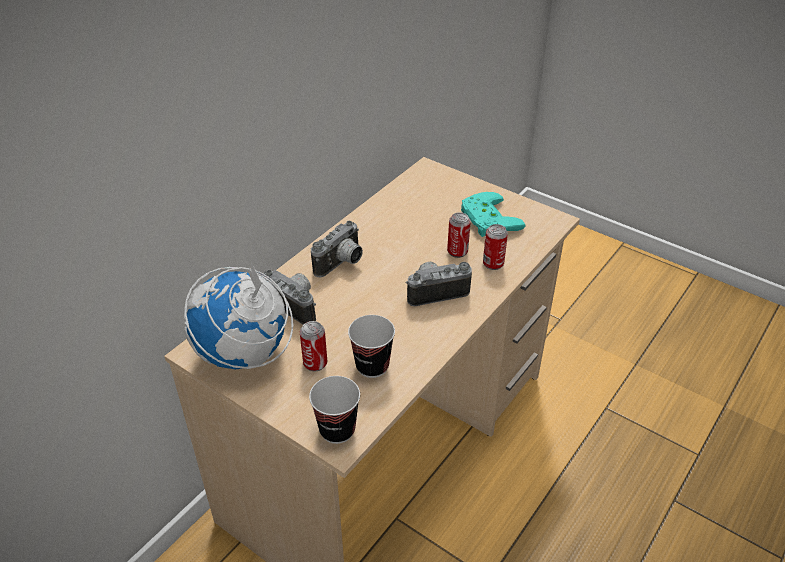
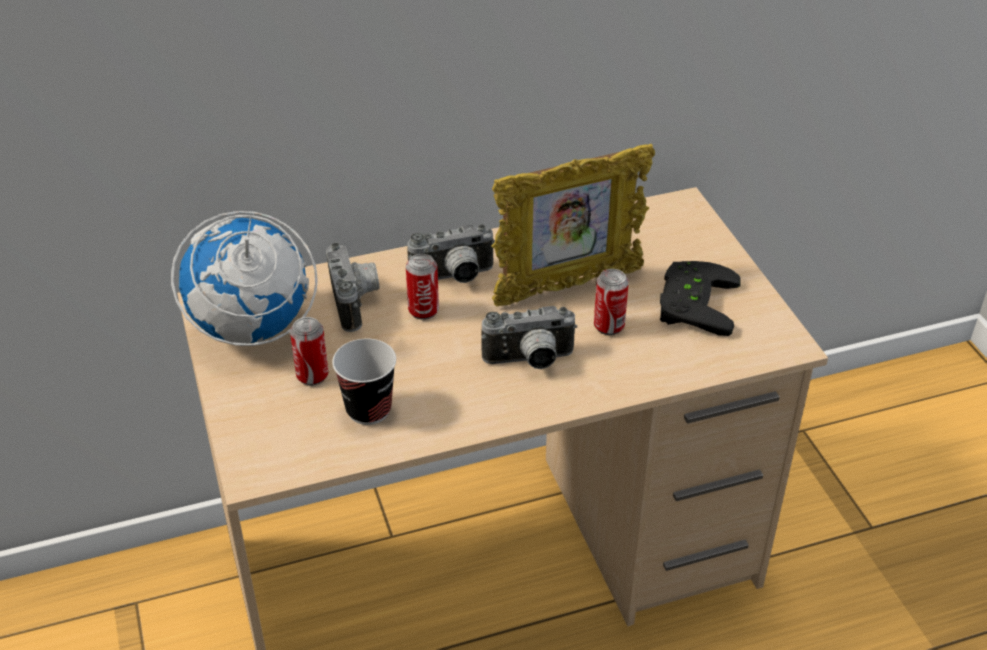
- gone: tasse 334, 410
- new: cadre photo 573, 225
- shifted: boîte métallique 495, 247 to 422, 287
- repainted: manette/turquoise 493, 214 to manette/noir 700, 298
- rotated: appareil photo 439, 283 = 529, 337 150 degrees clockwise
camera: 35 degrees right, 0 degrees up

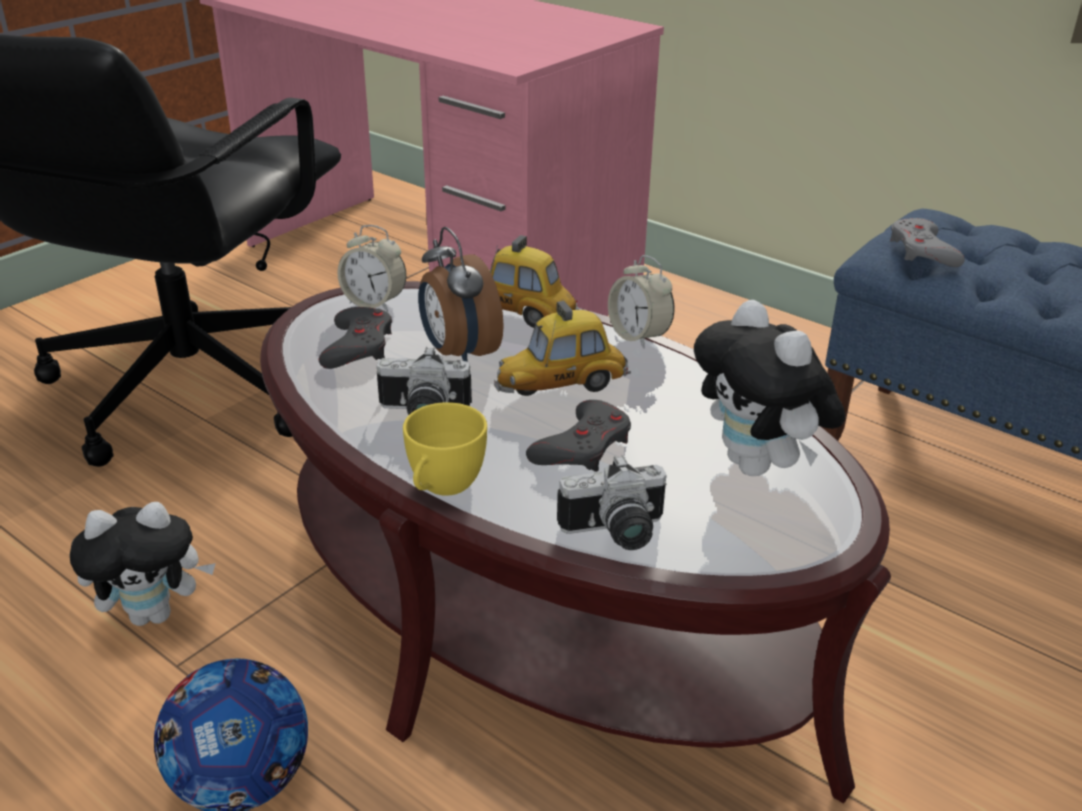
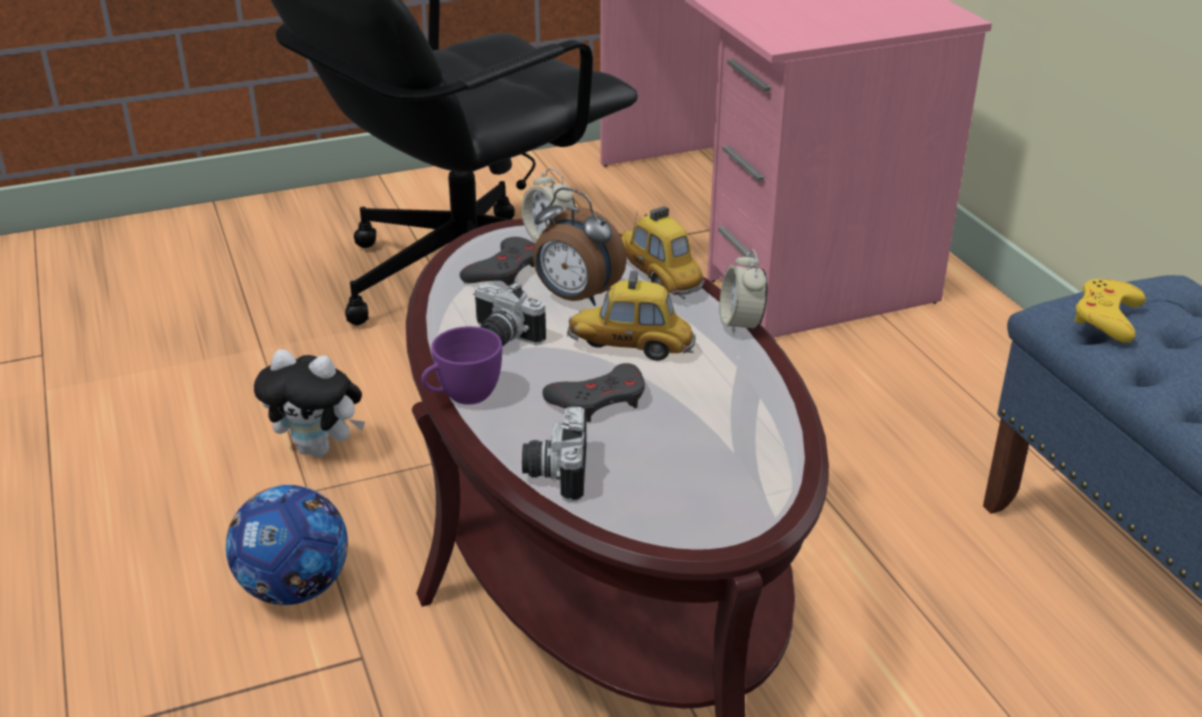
- gone: peluche 769, 388
- repainted: tasse/jaune 445, 449 to tasse/violet 461, 365
- repainted: manette/gris 927, 242 to manette/jaune 1110, 311
- rotated: réveil 461, 294 = 580, 246 60 degrees counterclockwise
- rotated: appareil photo 612, 502 = 554, 454 75 degrees clockwise
camera: 30 degrees right, 0 degrees up

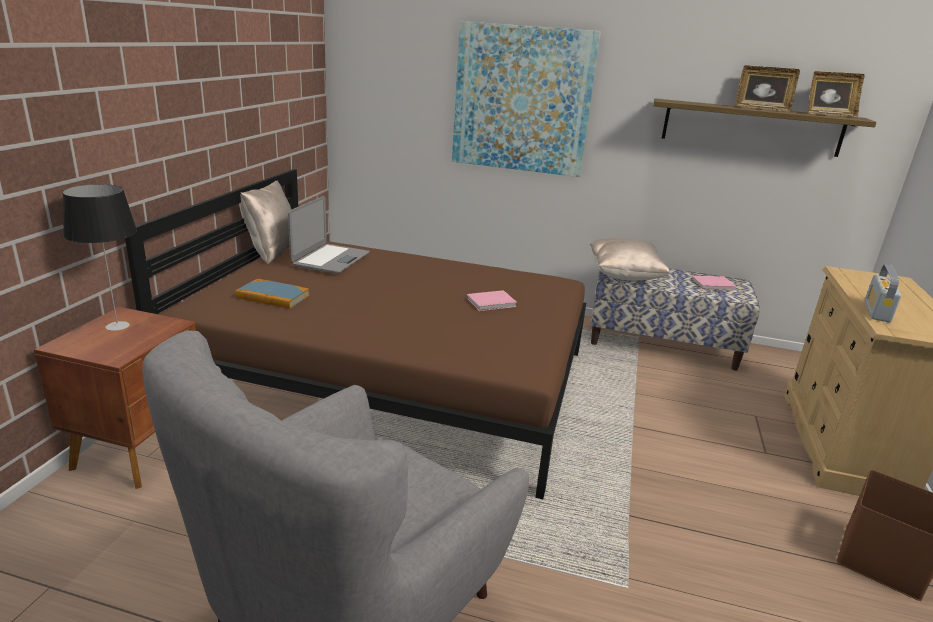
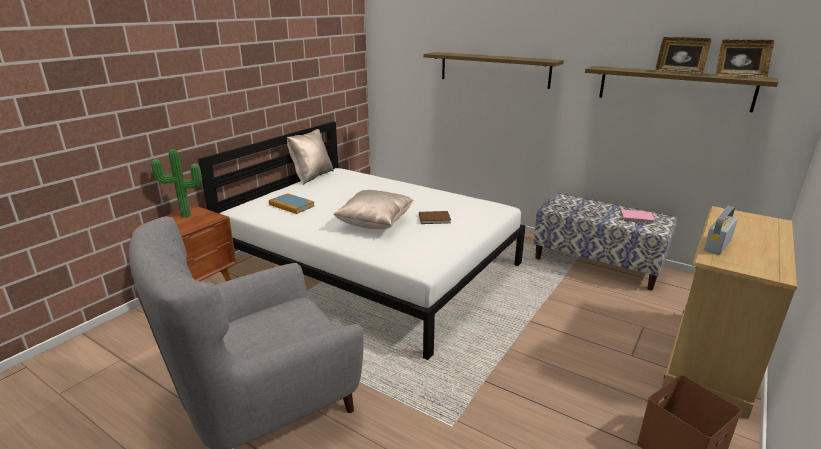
- gone: ordinateur portable 329, 234
- shifted: coussin/beige 630, 259 to 373, 209
- swapped: lampe de table 99, 257 to plante en pot 176, 183
- swapped: tableau 526, 99 to étagère 493, 70
- repainted: lit/marron 355, 334 to lit/blanc 361, 240
- repainted: livre/rose 492, 300 to livre/marron 435, 217
camera: 20 degrees right, 0 degrees up

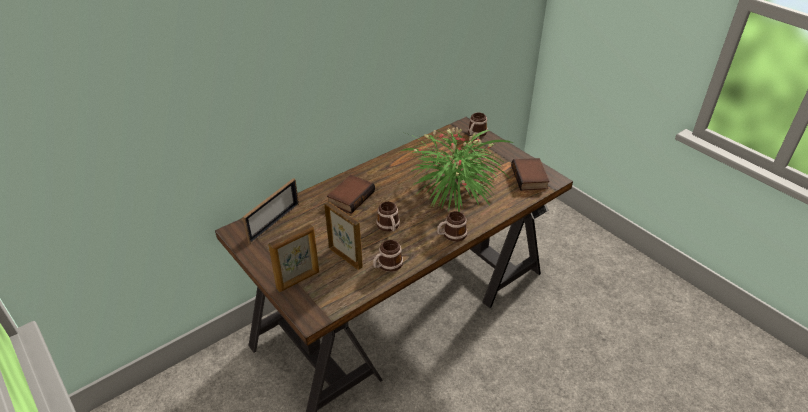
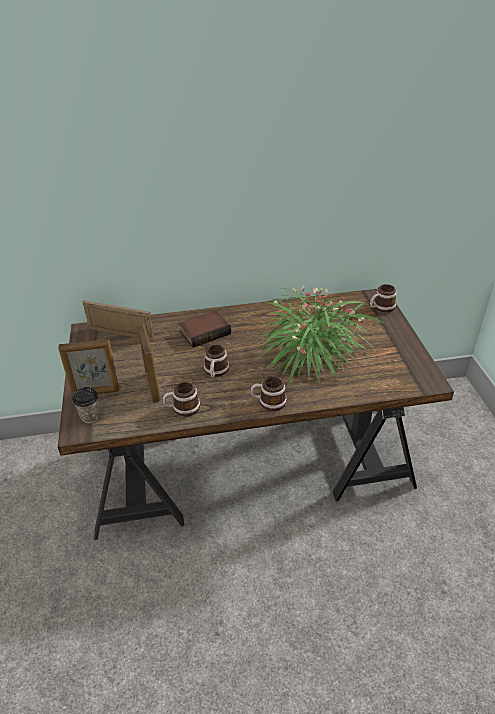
- gone: livre 530, 174
- new: tasse 86, 405
- rotated: cadre photo 271, 211 = 118, 321 135 degrees counterclockwise
camera: 30 degrees right, 0 degrees up

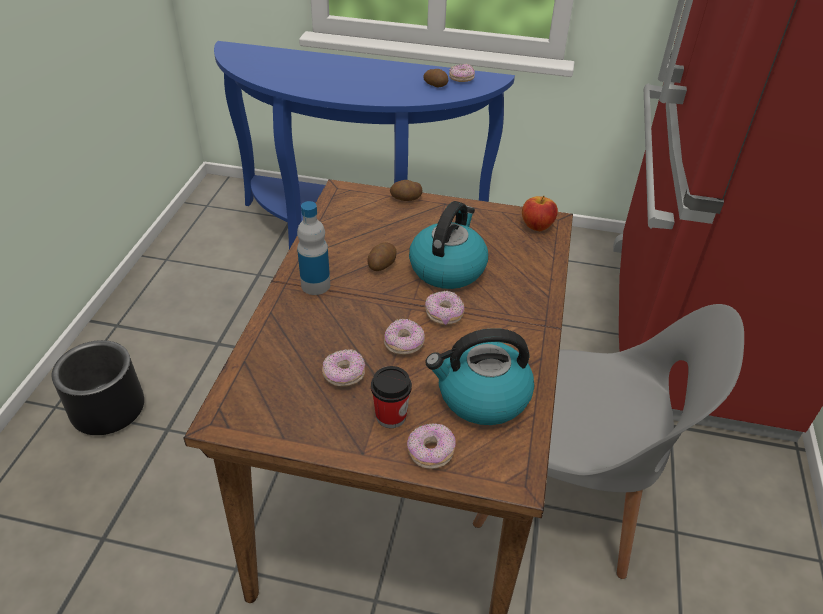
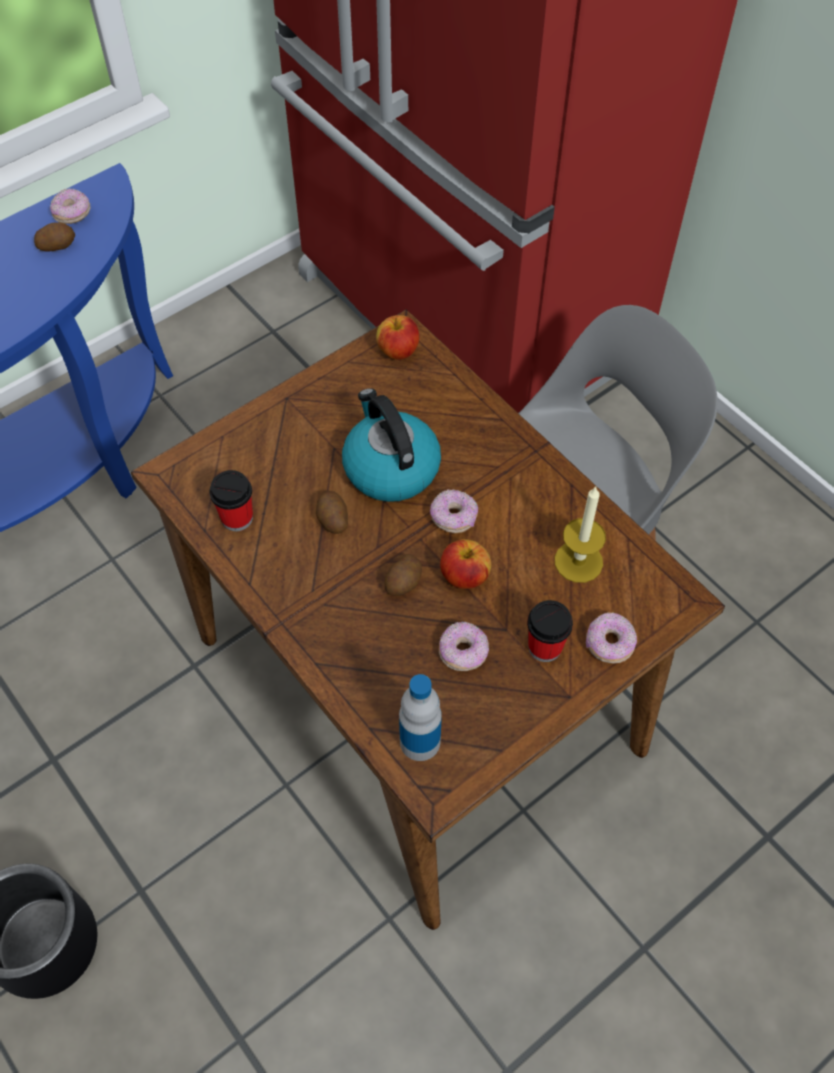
- new: tasse 231, 500
- shifted: bouteille 313, 248 to 420, 717
- shifted: pomme de terre 406, 190 to 403, 575
- swapped: beignet 404, 337 to pomme 465, 564
- swapped: bouilloire 479, 376 to bougie 580, 535
camera: 50 degrees left, 15 degrees up

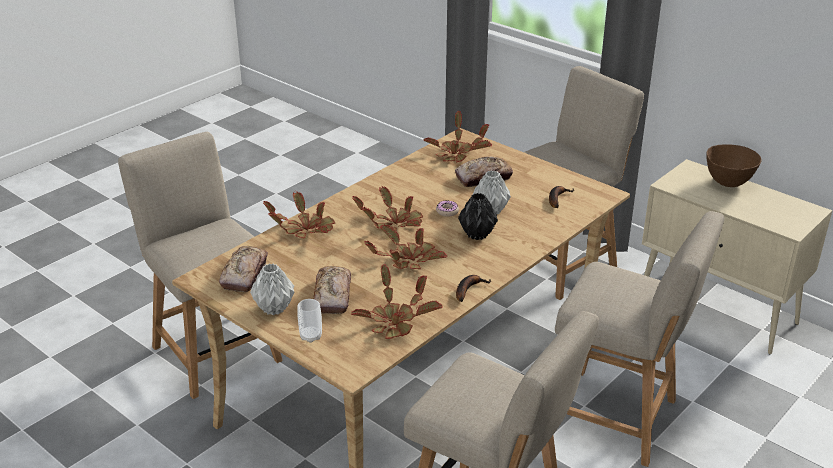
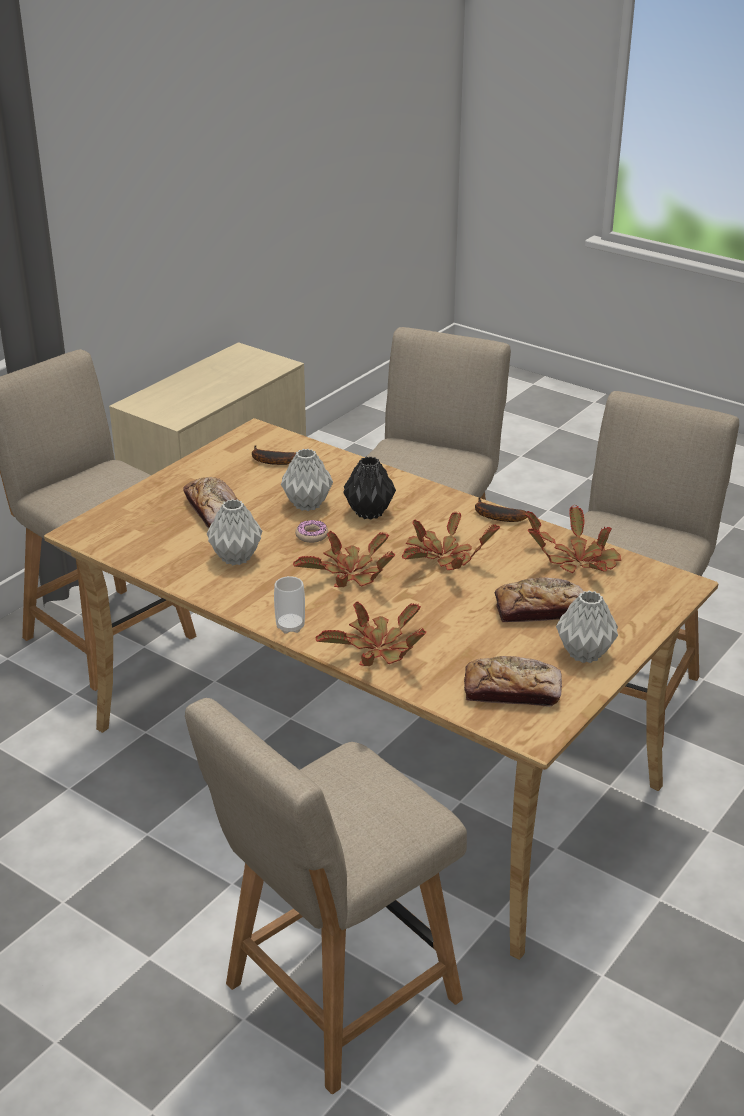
- gone: plante en pot 457, 136
- gone: bol/marron 734, 165
- new: vase/gris 234, 532
- shifted: tasse 309, 321 to 289, 605
camera: 95 degrees left, 0 degrees up

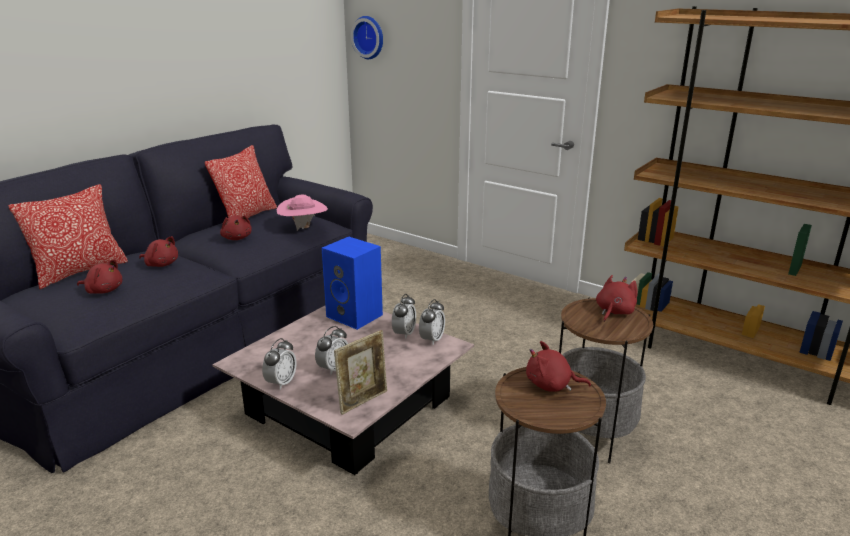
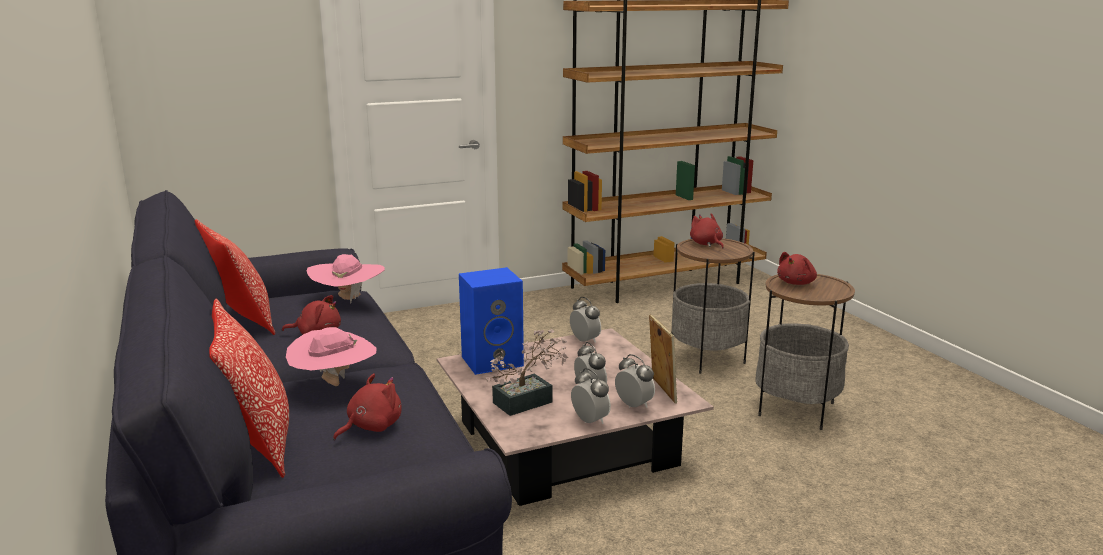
- gone: horloge murale 367, 37
- new: plante en pot 526, 372
- shifted: réveil 404, 316 to 635, 381
- swapped: peluche/rouge 158, 251 to chapeau/rose 331, 356
camera: 60 degrees left, 5 degrees down

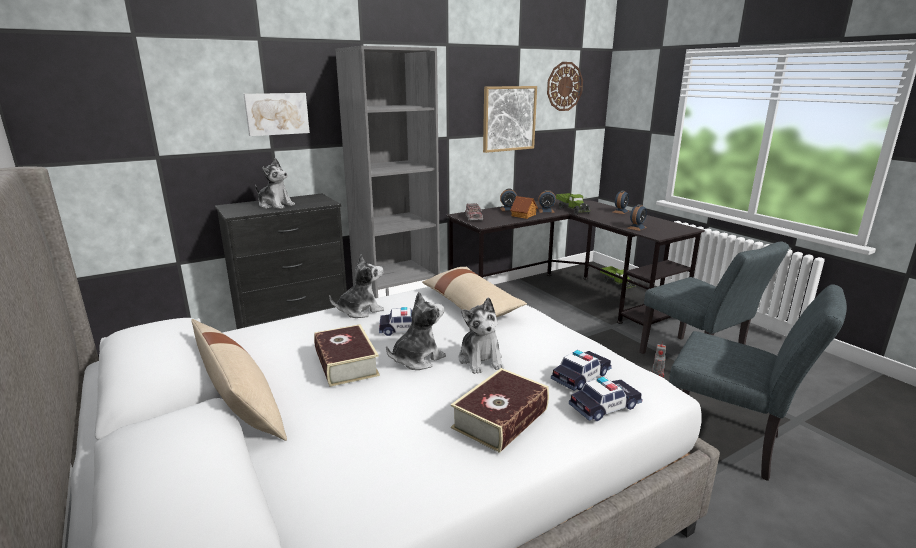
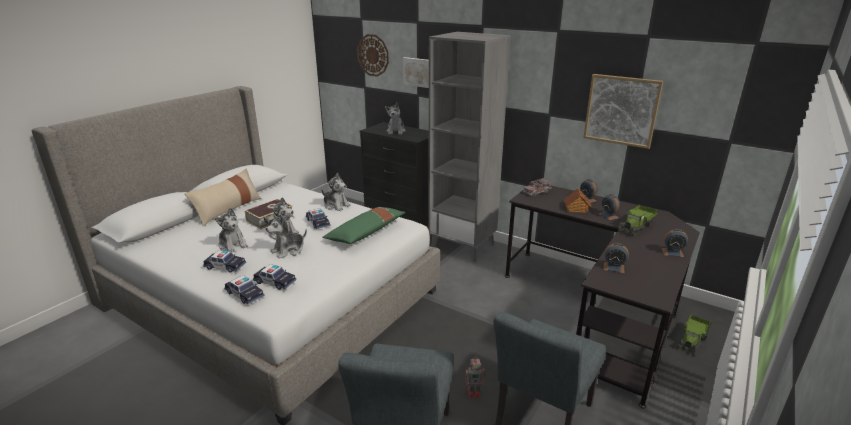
- new: peluche 231, 230
- shifted: horloge murale 565, 86 to 373, 55
- swapped: livre 500, 410 to petite voiture 224, 261
- repainted: coussin/beige 474, 291 to coussin/vert 364, 225
camera: 65 degrees right, 5 degrees up

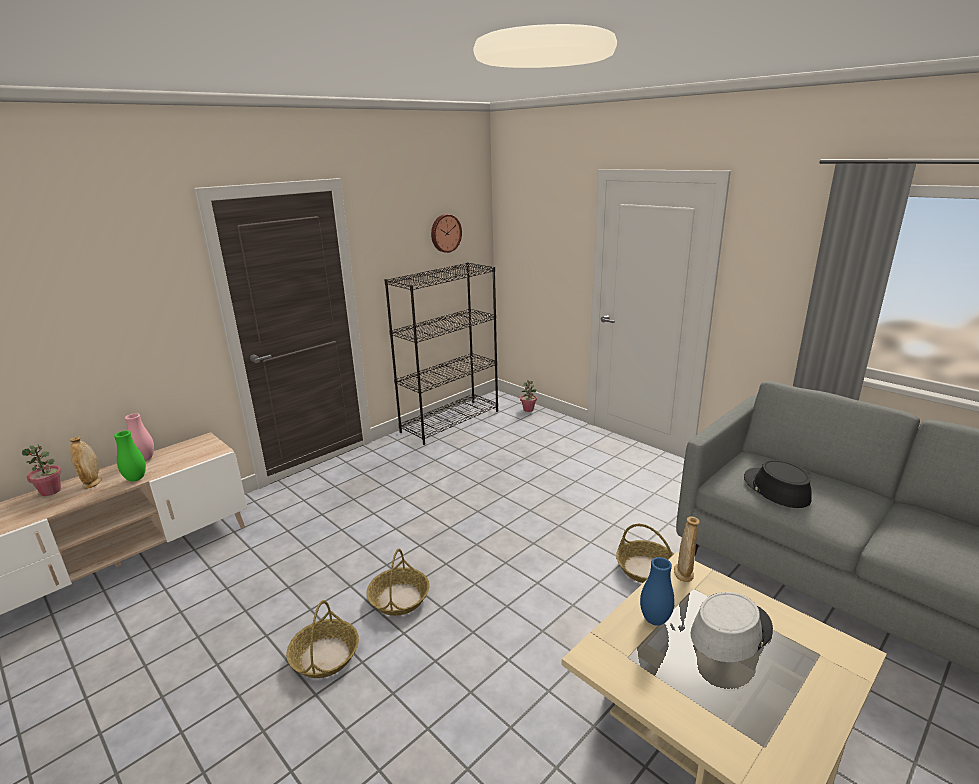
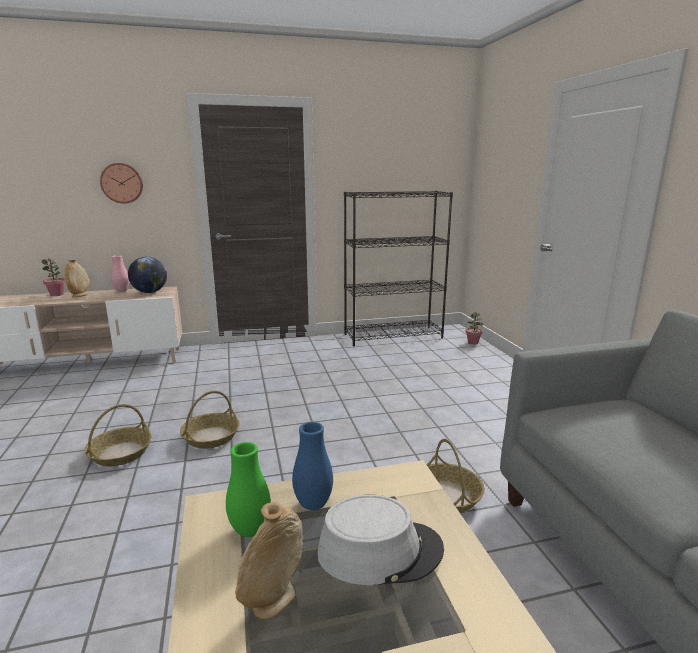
- gone: chapeau/noir 778, 484
- new: globe 147, 275
- shifted: vase/vert 130, 456 to 248, 489
- shifted: horloge murale 446, 233 to 121, 183
- shifted: vase/beige 687, 549 to 269, 560
camera: 30 degrees right, 5 degrees down

